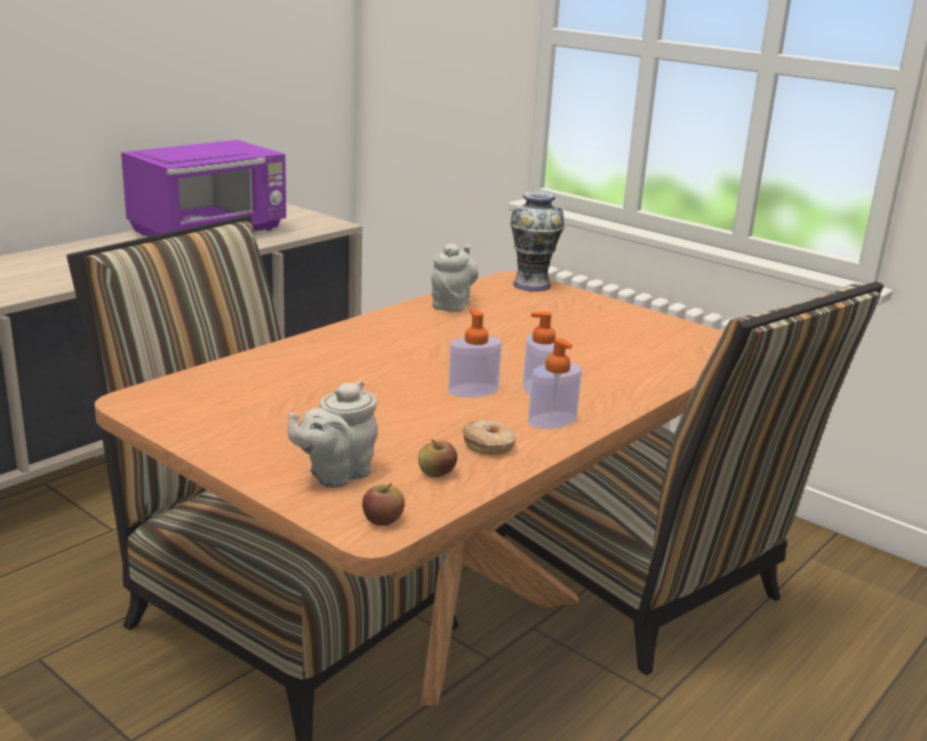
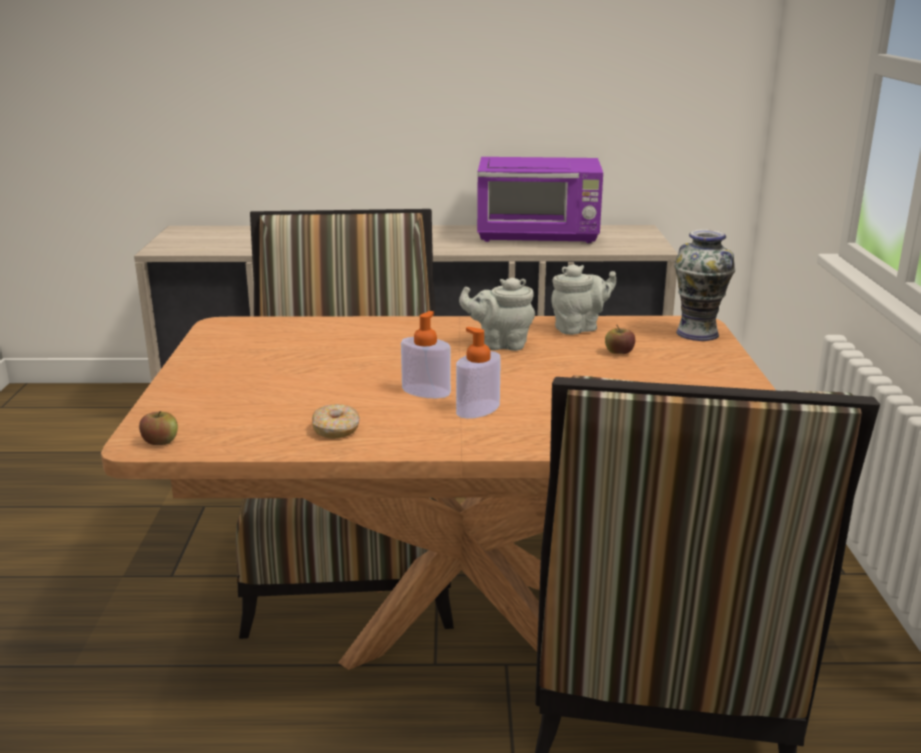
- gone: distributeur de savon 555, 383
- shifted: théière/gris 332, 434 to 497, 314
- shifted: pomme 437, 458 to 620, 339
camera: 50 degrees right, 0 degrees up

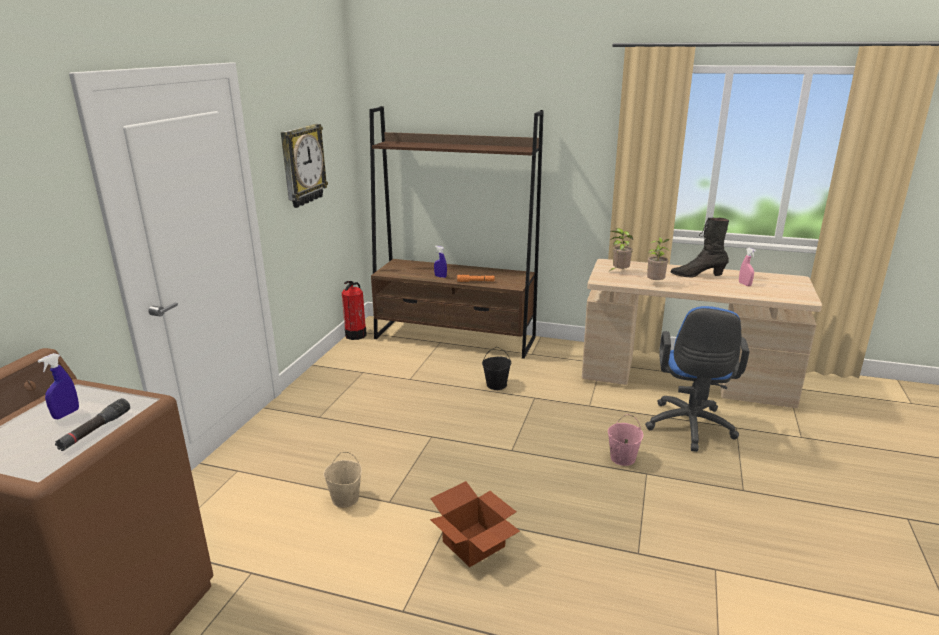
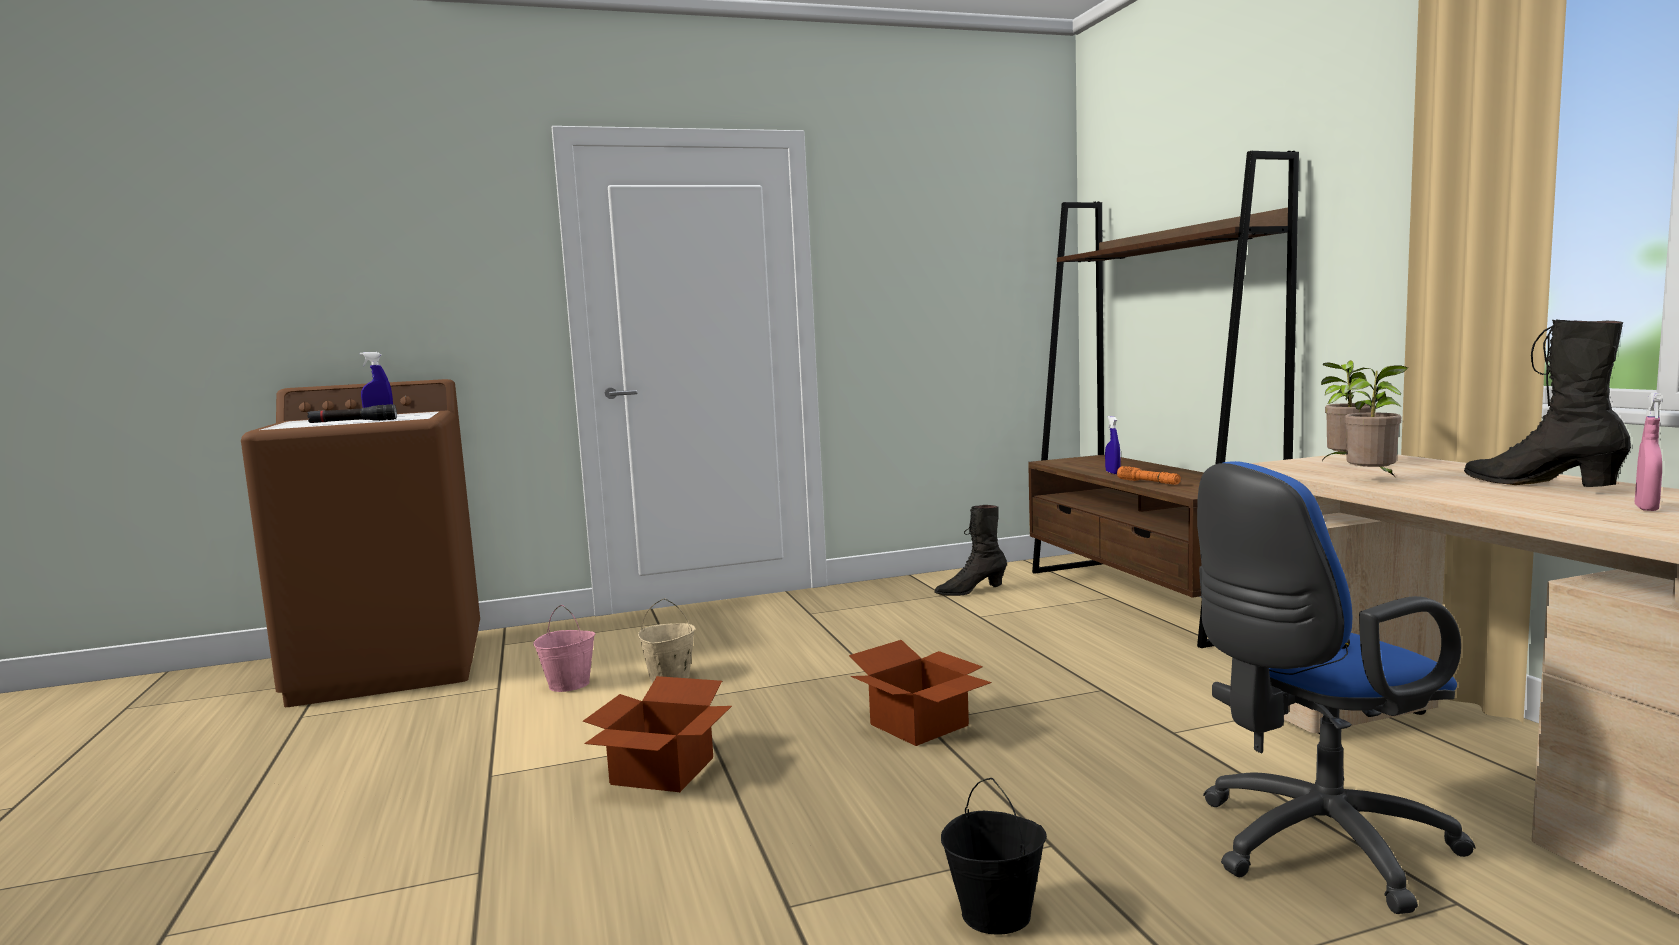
- gone: horloge murale 304, 166
- gone: extincteur 354, 310
- new: carton 920, 693
- new: botte/noir 970, 550
- shifted: seau/noir 496, 368 to 994, 856
- shifted: seau/rose 625, 440 to 564, 648
camera: 55 degrees right, 15 degrees down

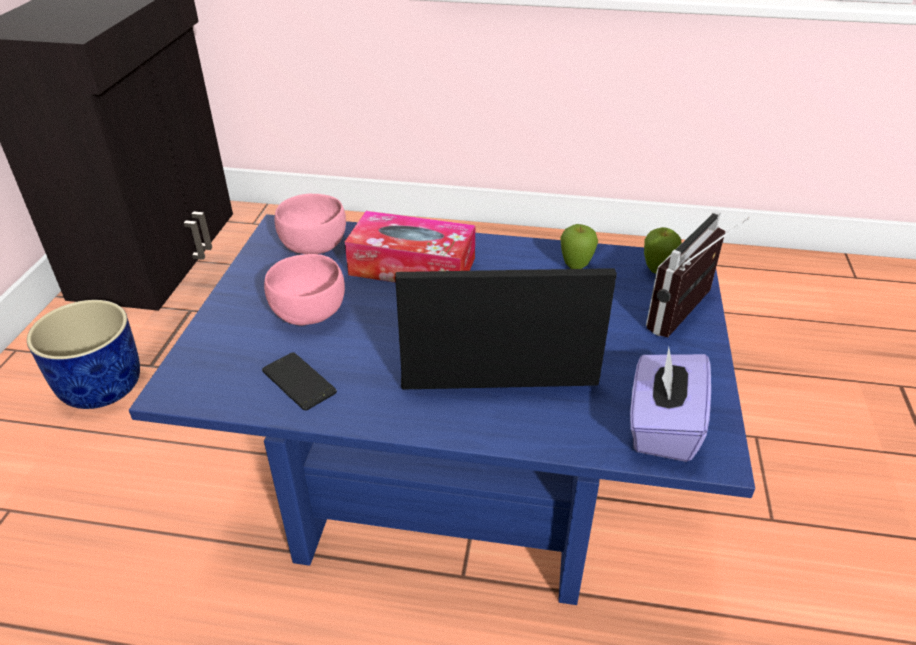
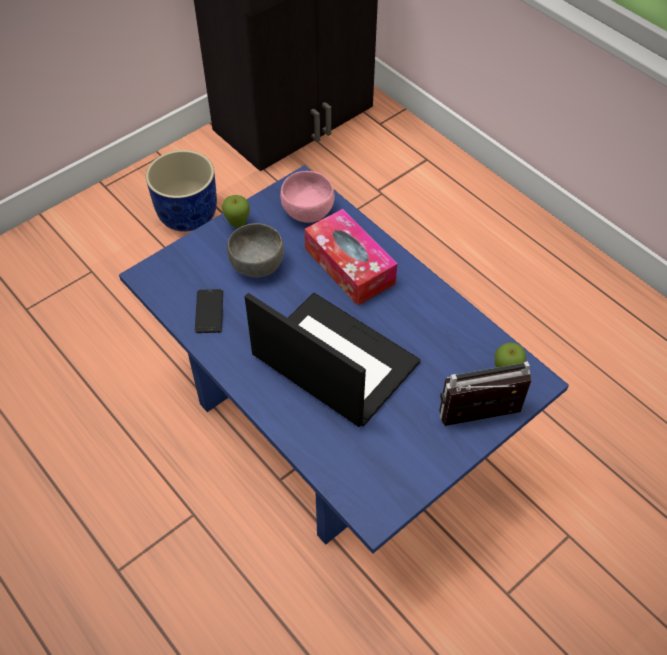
- gone: boîte à mouchoirs/violet 670, 404
- shifted: pomme 579, 246 to 236, 211
- repainted: bol/rose 304, 290 to bol/gris 255, 250
camera: 40 degrees right, 15 degrees up

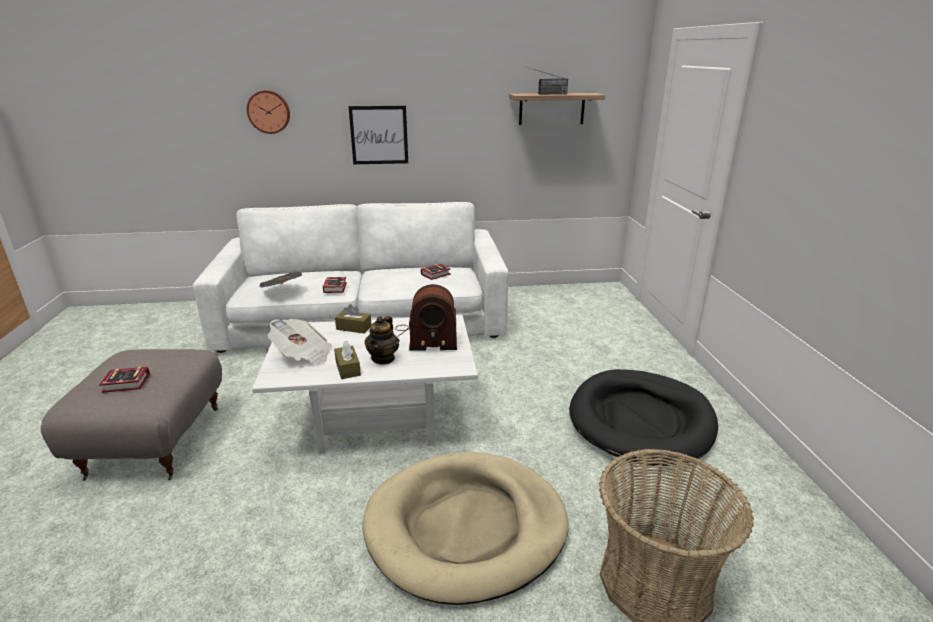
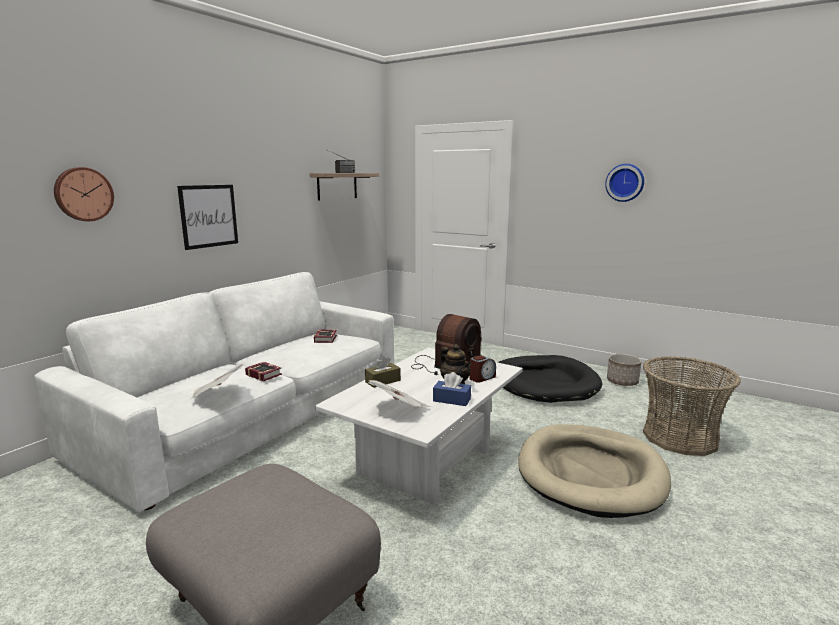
- gone: livre 124, 380
- new: réveil 482, 369
- new: horloge murale 624, 183
- new: cache-pot 624, 370
- repainted: boîte à mouchoirs/marron 347, 360 to boîte à mouchoirs/bleu 452, 389
camera: 50 degrees left, 10 degrees down

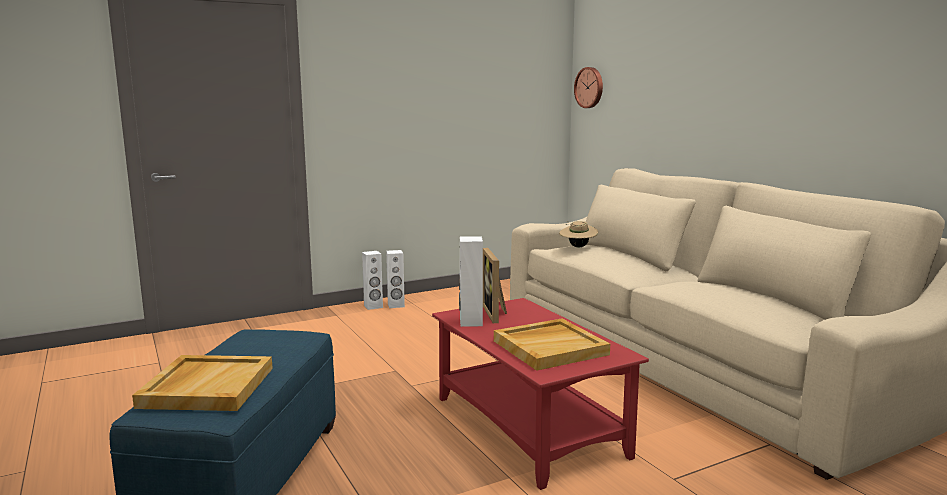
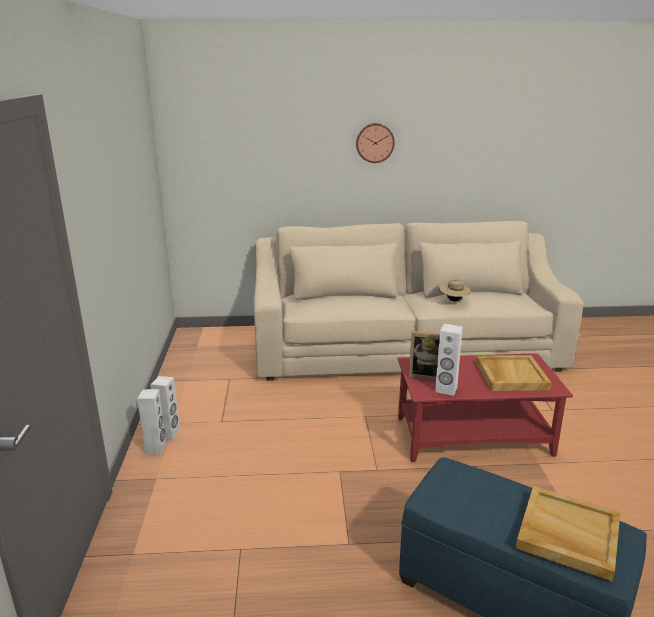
- shifted: chapeau/beige 578, 234 to 455, 290
- shifted: horloge murale 588, 87 to 375, 143
camera: 65 degrees left, 10 degrees up

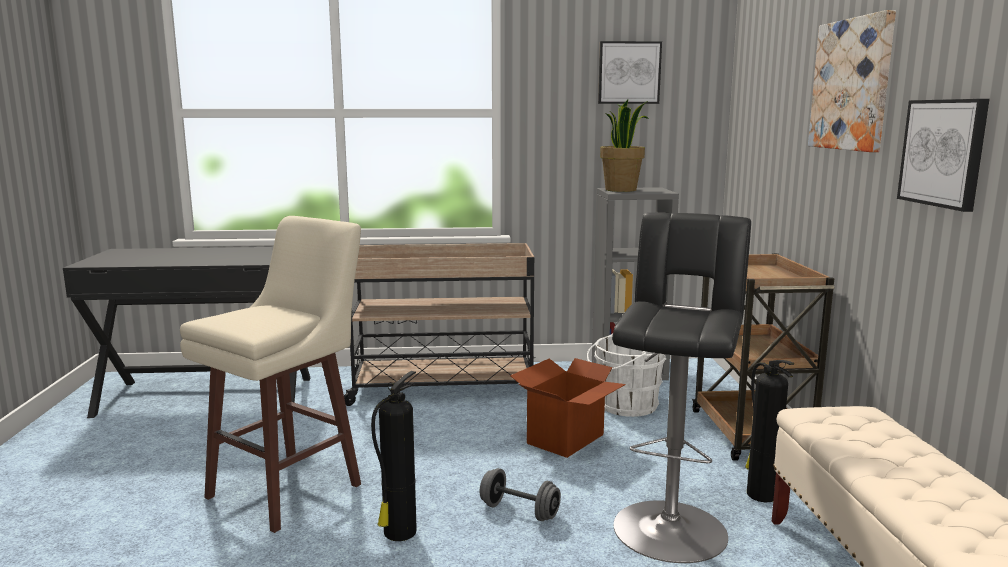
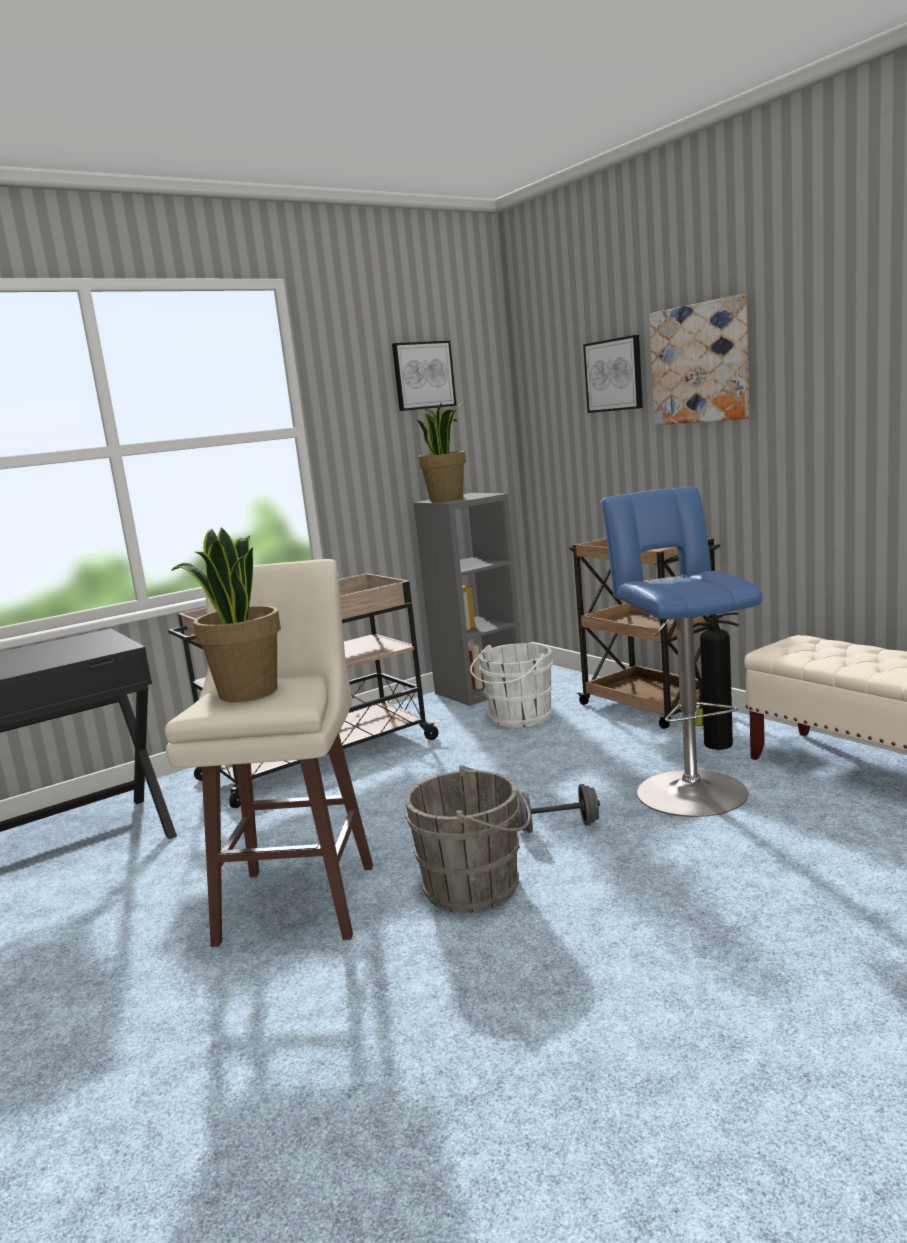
- gone: carton 568, 408
- new: plante en pot 226, 614
- shifted: tableau 943, 155 to 613, 374
- swapped: extincteur 394, 456 to seau/gris 468, 839
- repainted: tabouret/noir 681, 388 to tabouret/bleu 681, 652
camera: 30 degrees left, 0 degrees up

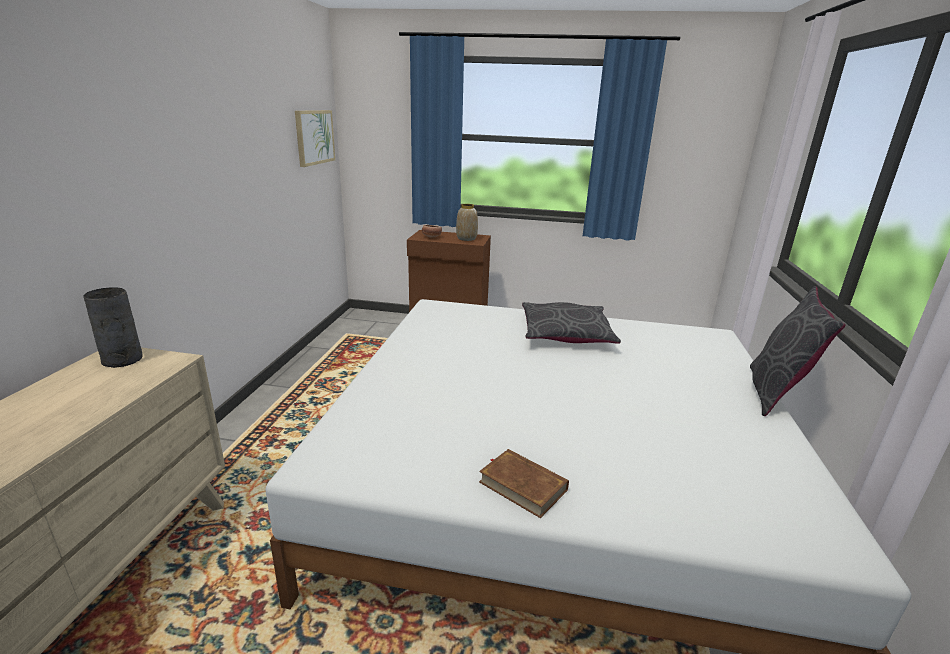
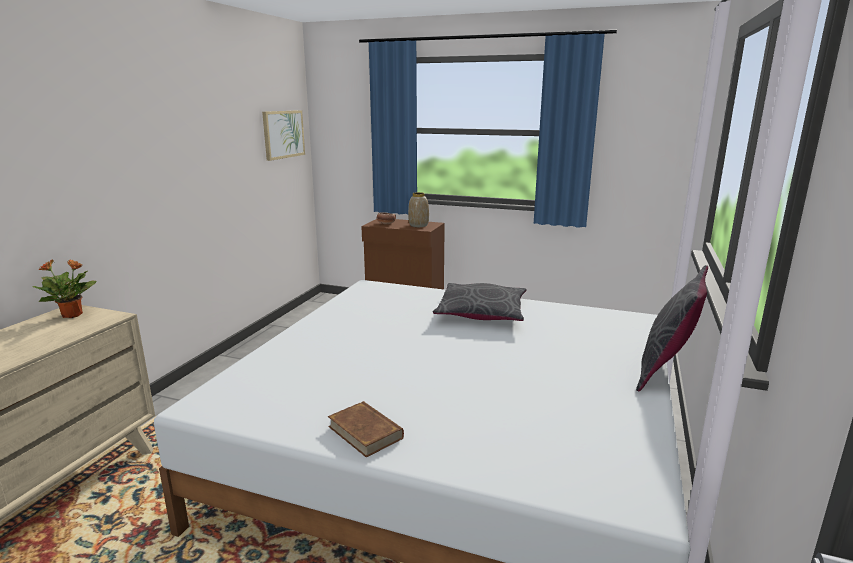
- swapped: vase/gris 113, 327 to plante en pot 65, 288
camera: 10 degrees right, 5 degrees down

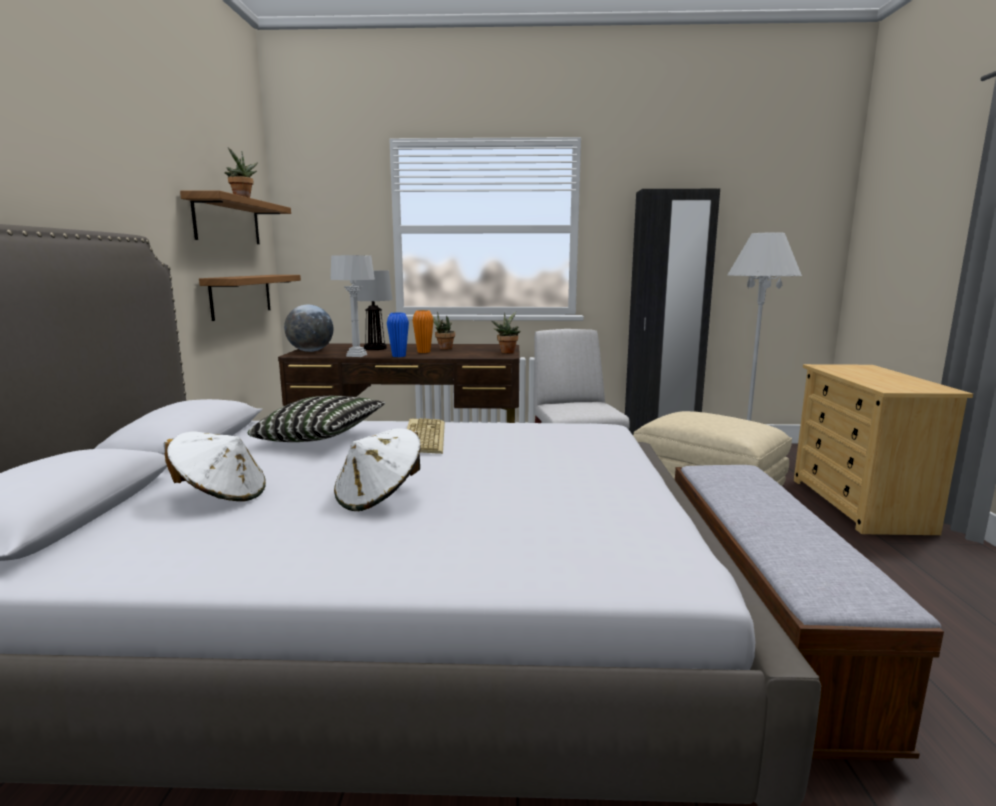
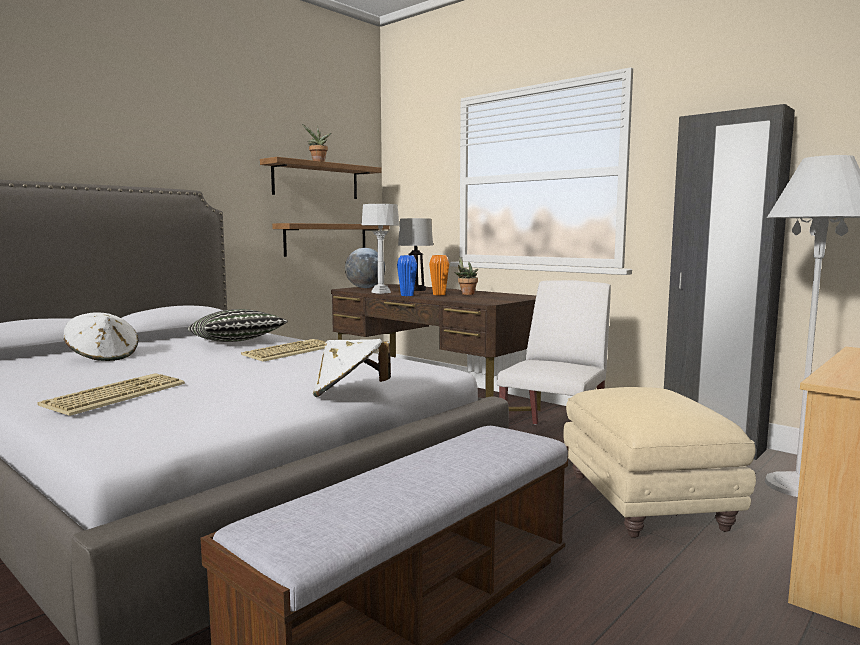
- gone: plante en pot 506, 332
- new: clavier 111, 394
- shifted: chapeau/blanc 377, 469 to 352, 368
camera: 40 degrees right, 5 degrees down

